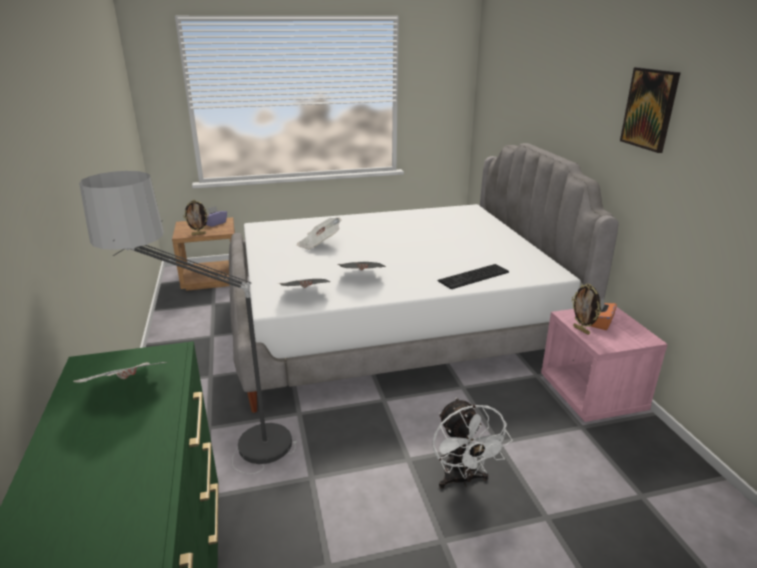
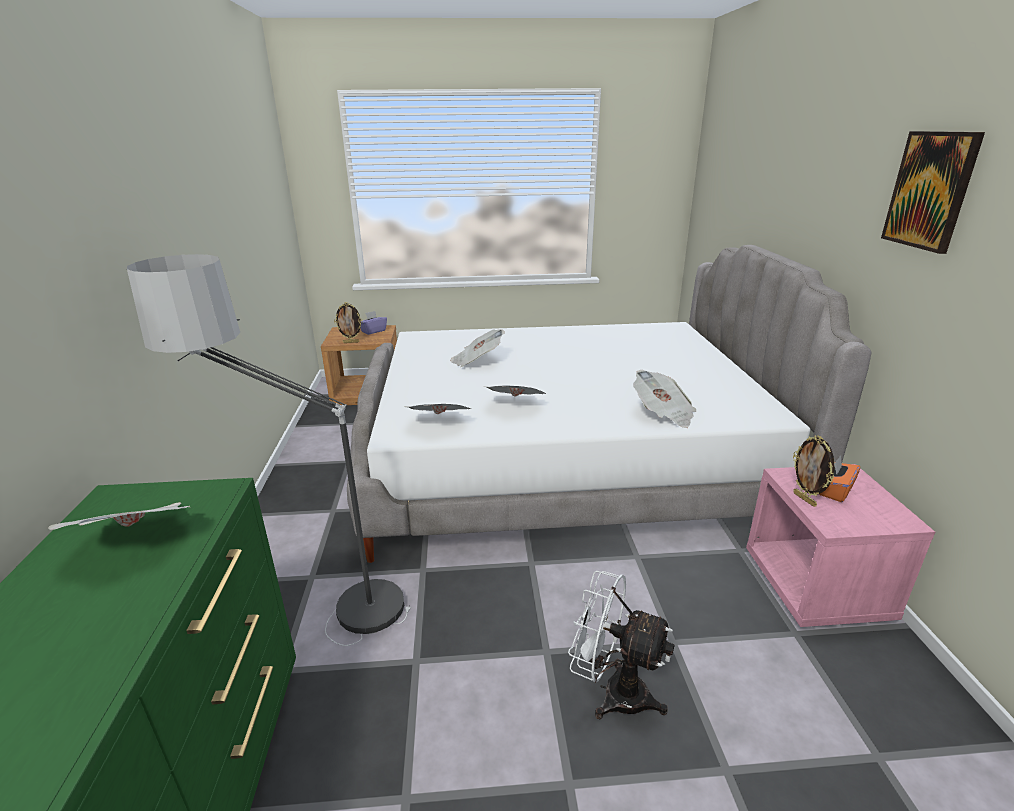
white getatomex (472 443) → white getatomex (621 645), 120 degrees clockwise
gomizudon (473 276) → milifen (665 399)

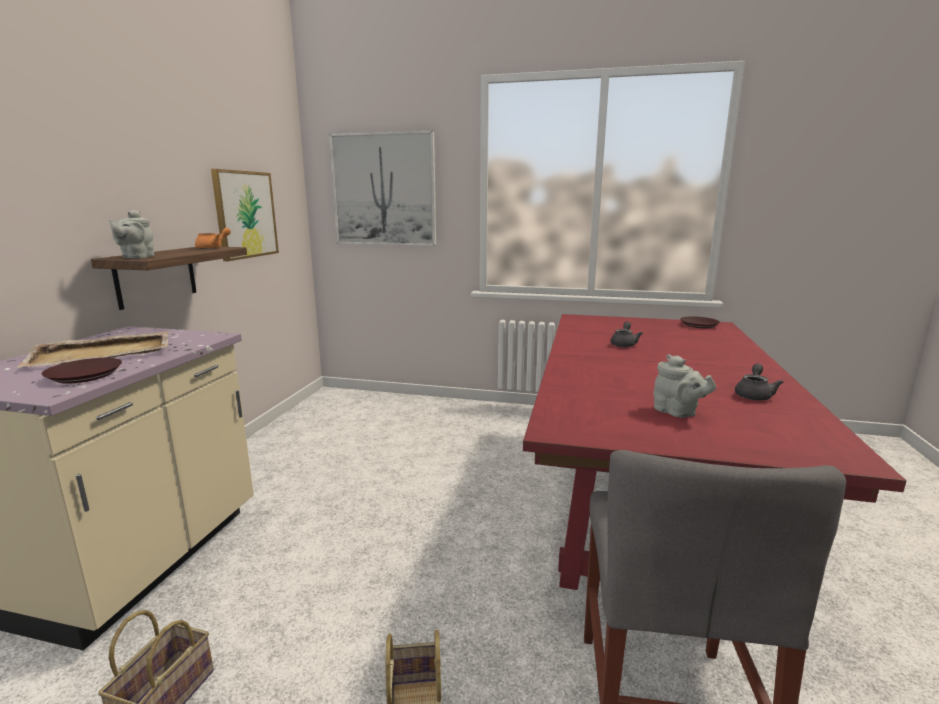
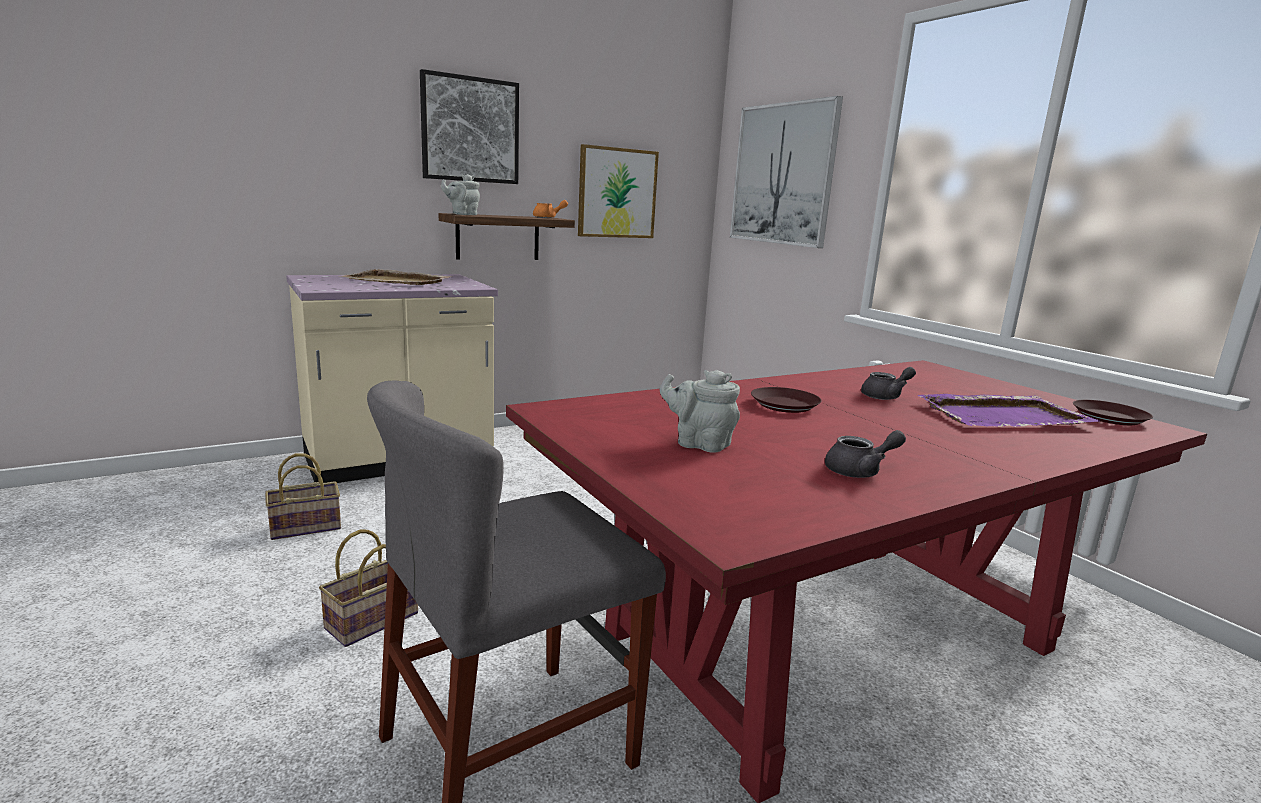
- → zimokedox (469 126)
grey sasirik (684 386) → grey sasirik (700 411), 105 degrees clockwise
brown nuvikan (81 371) → brown nuvikan (786 400), move
- → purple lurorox (1009 410)

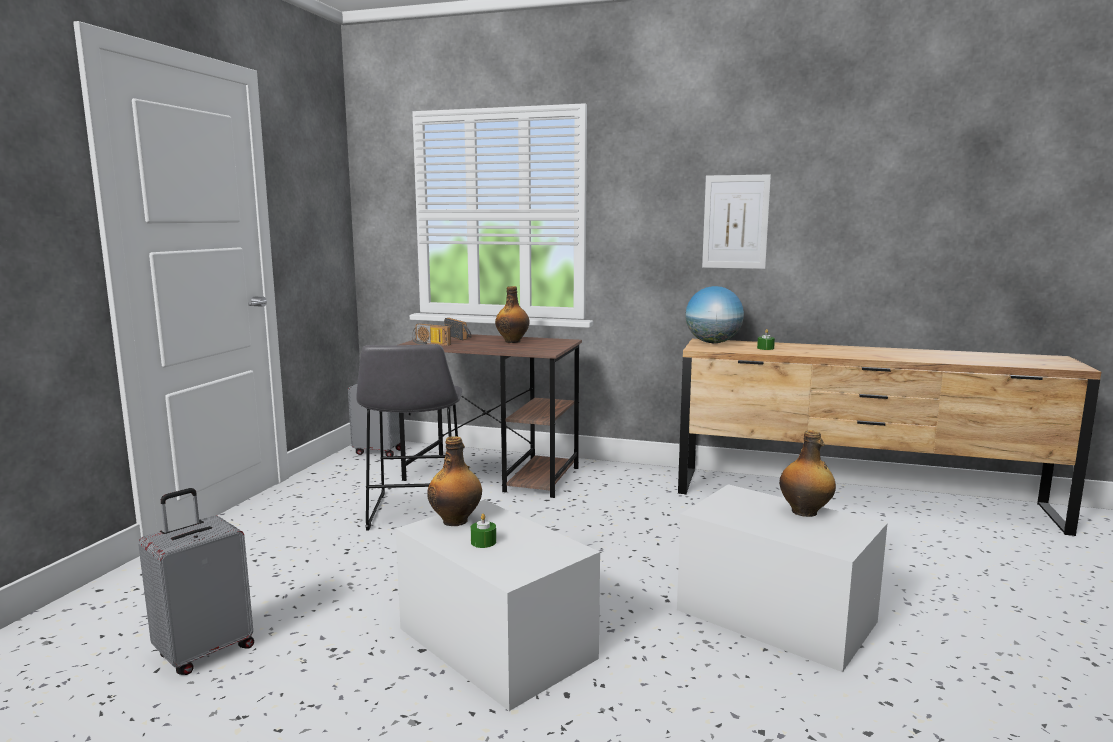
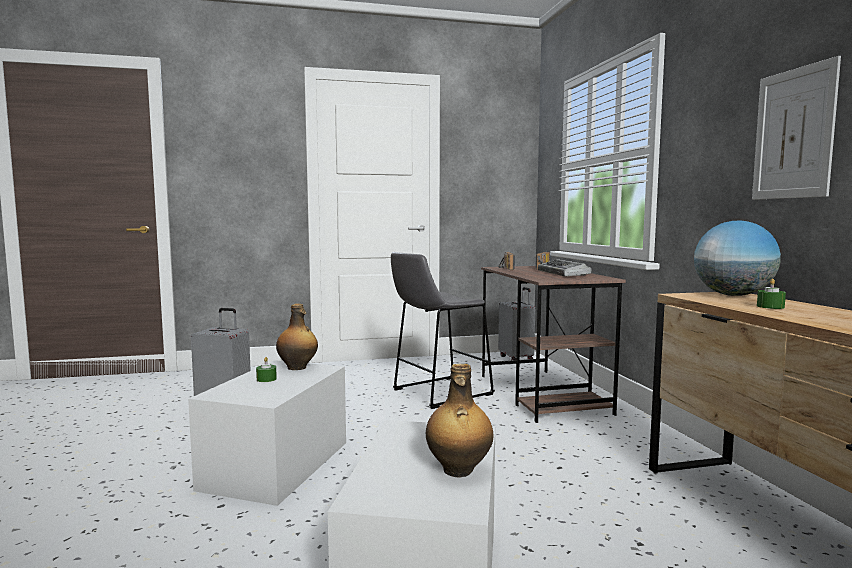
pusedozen (512 314) → gomizudon (565 268)

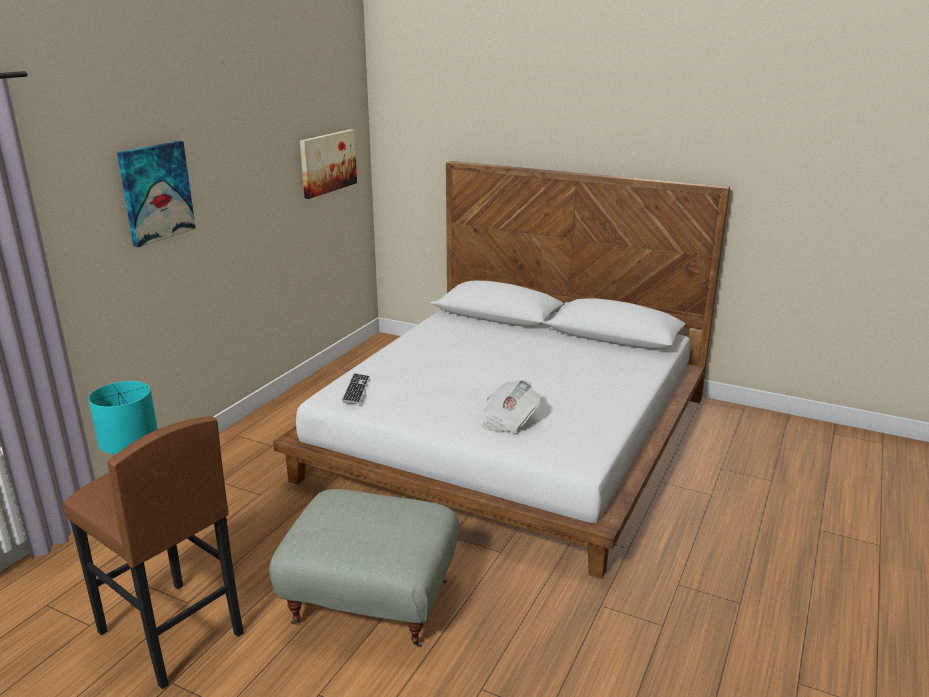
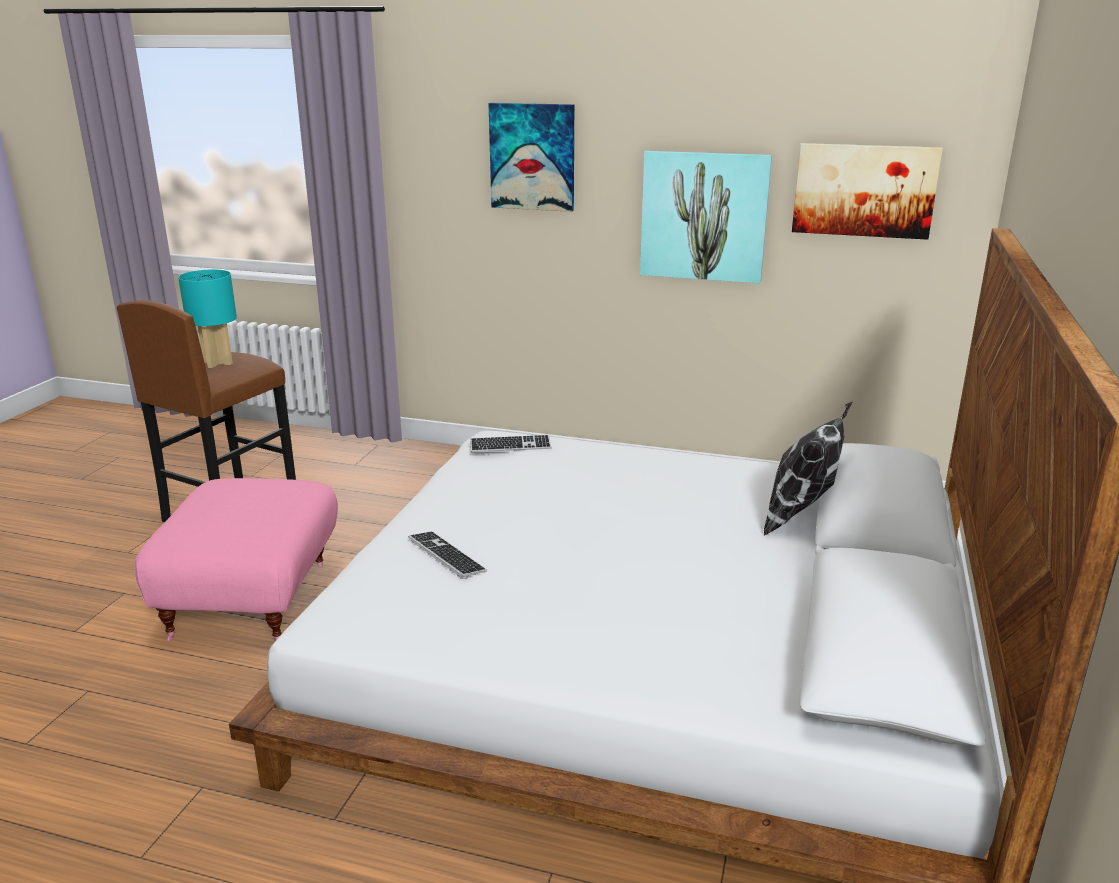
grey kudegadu (364 568) → pink kudegadu (236 560)
milifen (511 406) → gomizudon (447 555)
- → zimokedox (706 217)
- → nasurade (808 468)

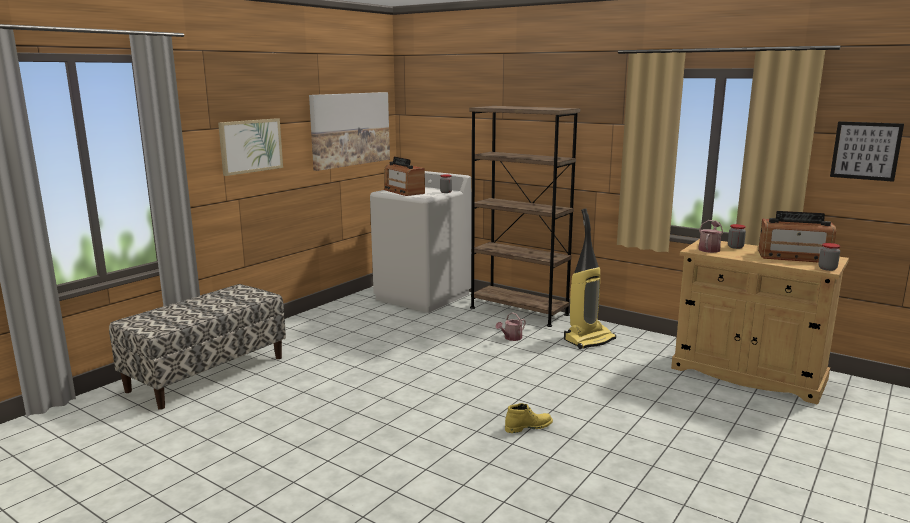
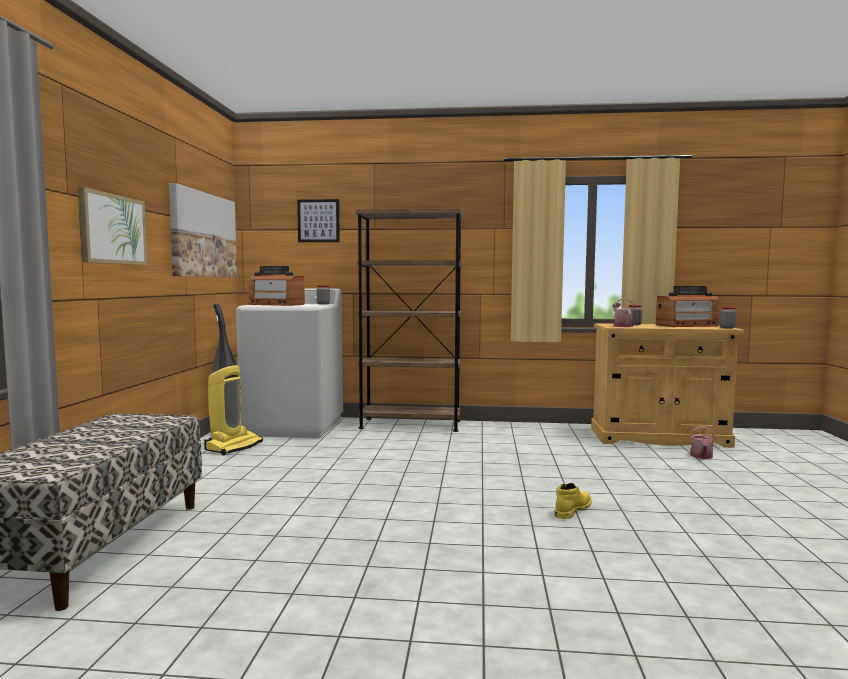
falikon (590 278) → falikon (233 379), move
zimokedox (867 151) → zimokedox (318 220), move
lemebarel (511 326) → lemebarel (702 442), move

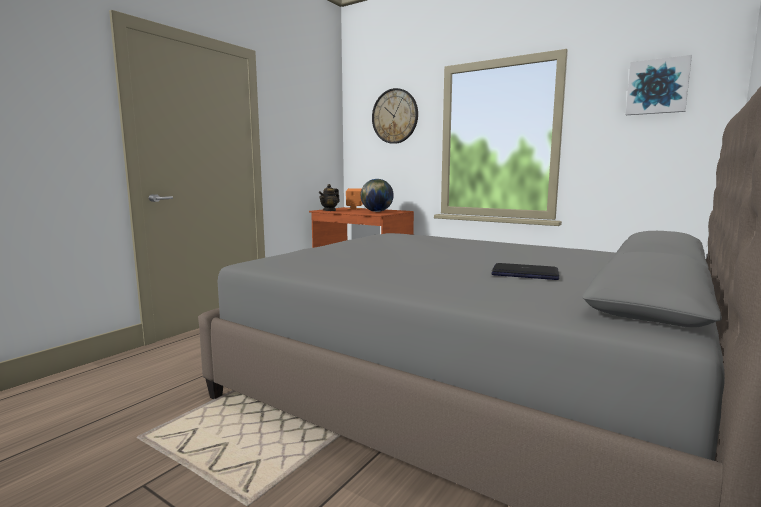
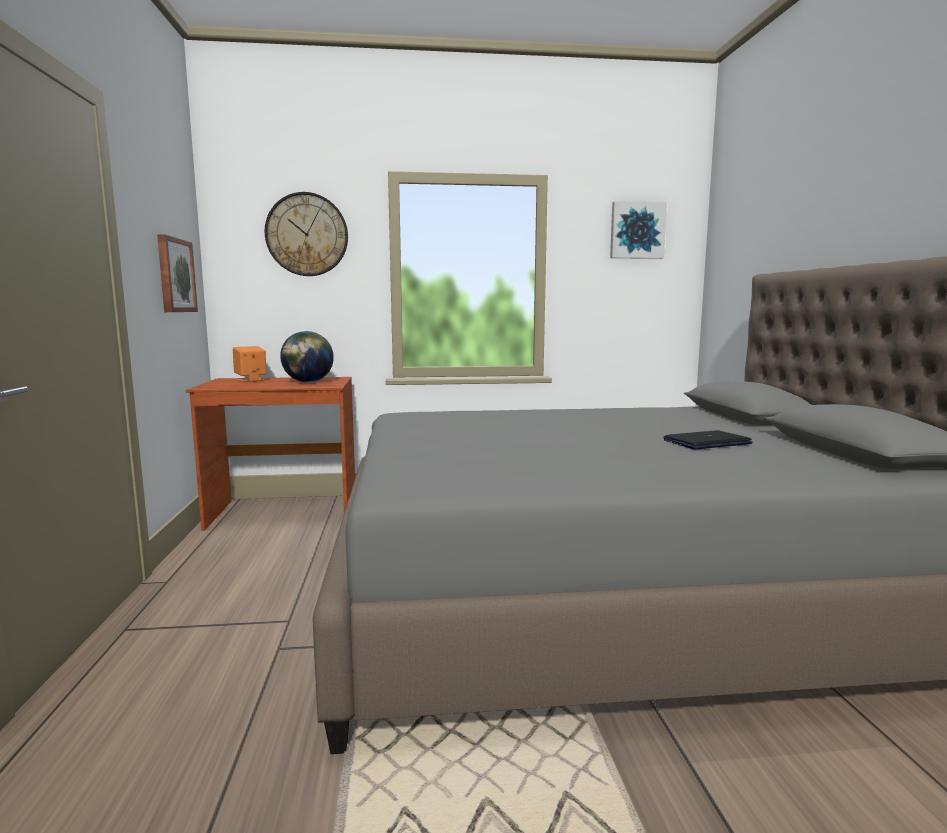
- → zimokedox (177 273)
sasirik (329 197) → -

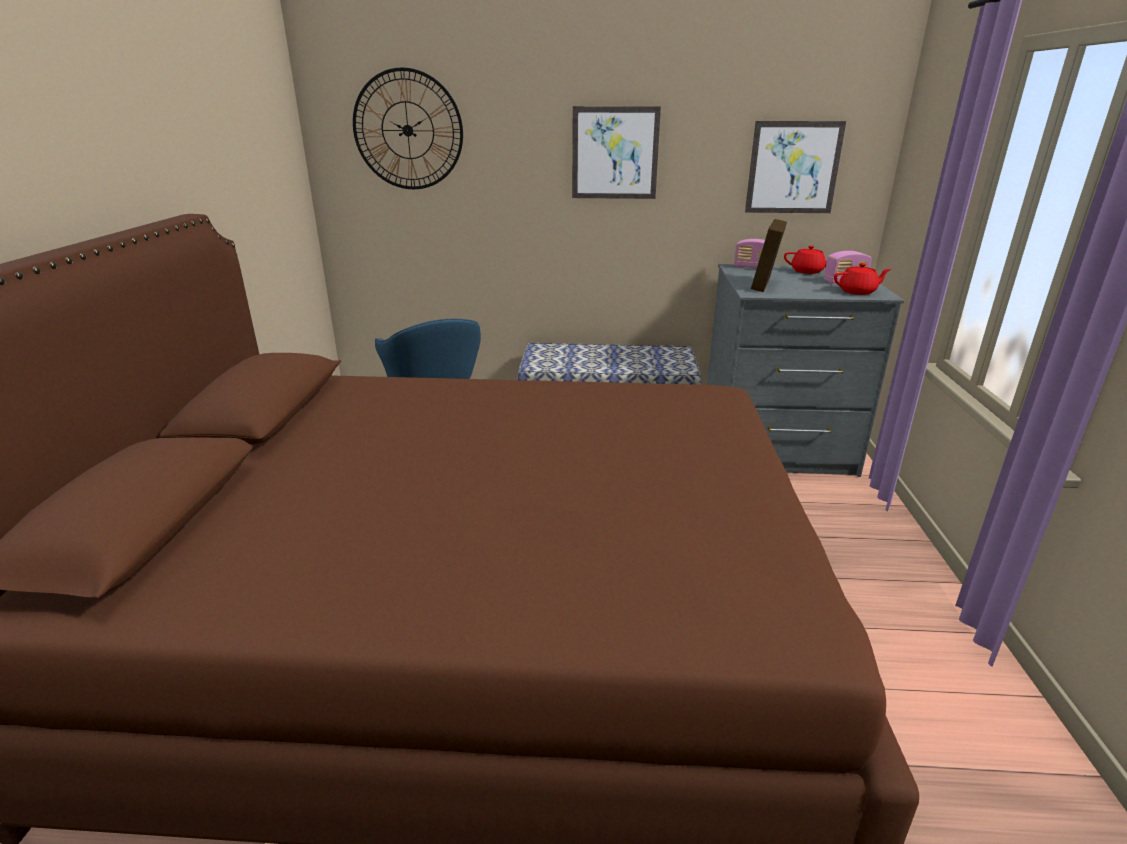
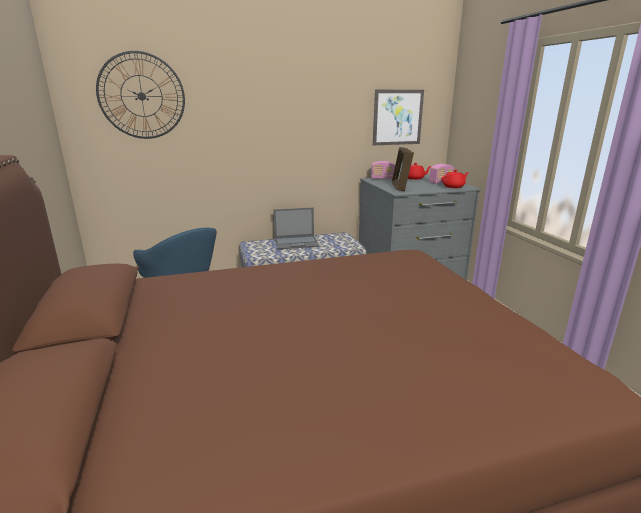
- → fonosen (296 229)
zimokedox (616 152) → -

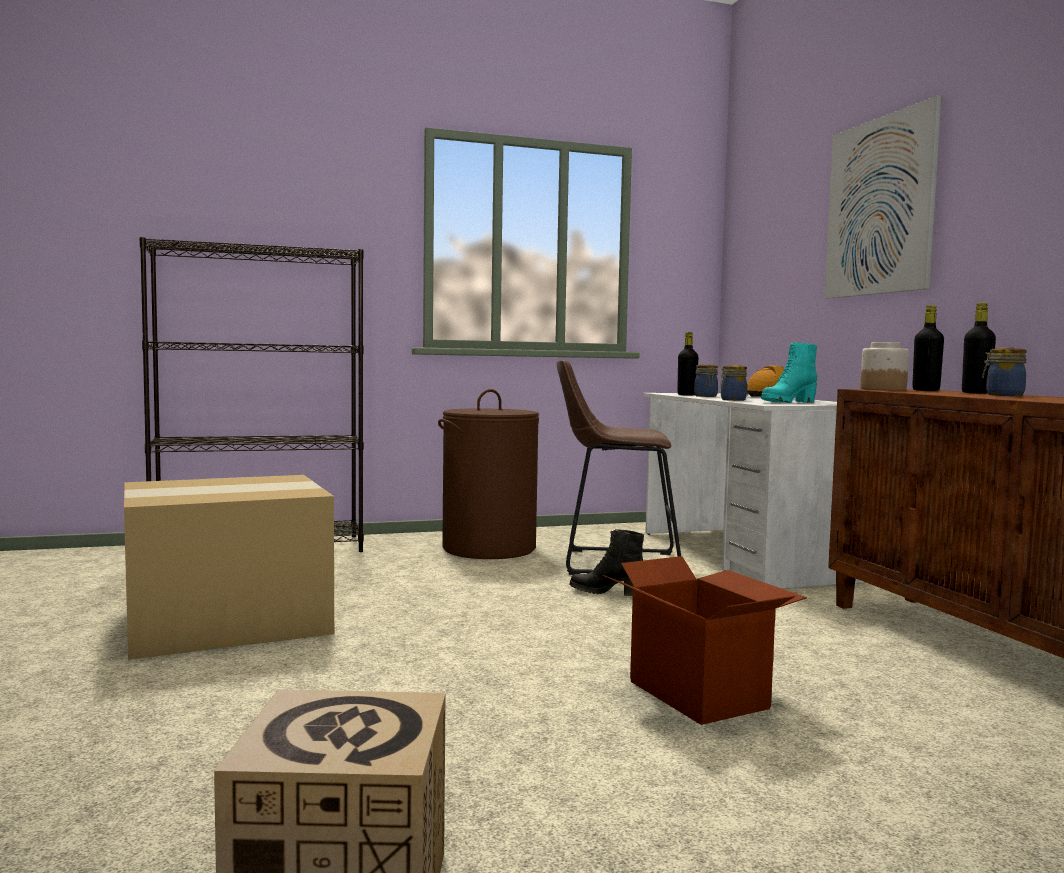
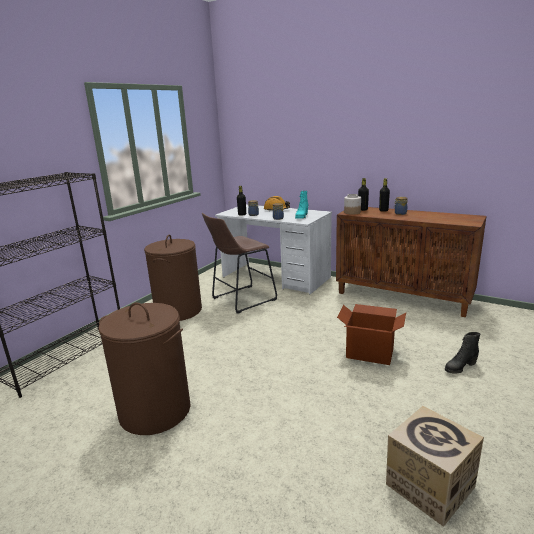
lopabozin (229 567) → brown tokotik (144 369)
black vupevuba (607 563) → black vupevuba (462 353), move
zimokedox (883 197) → -

